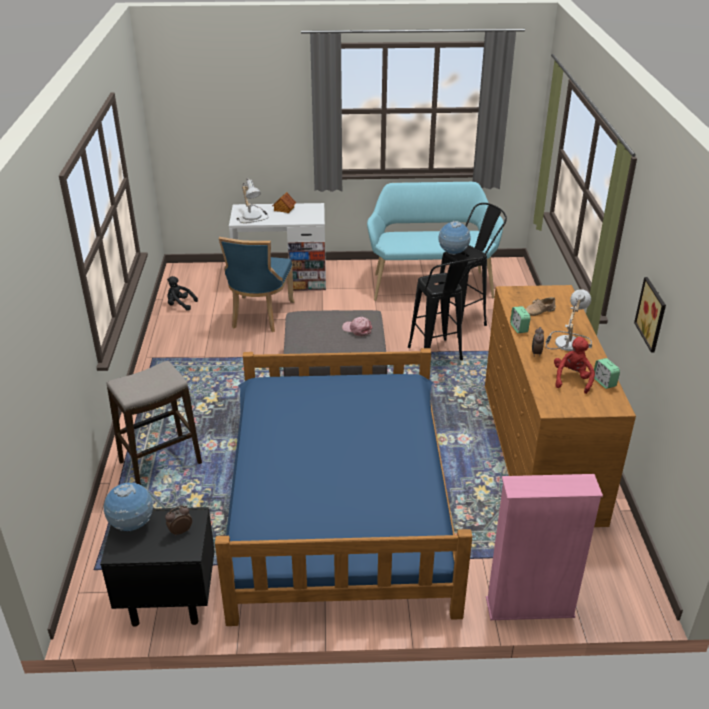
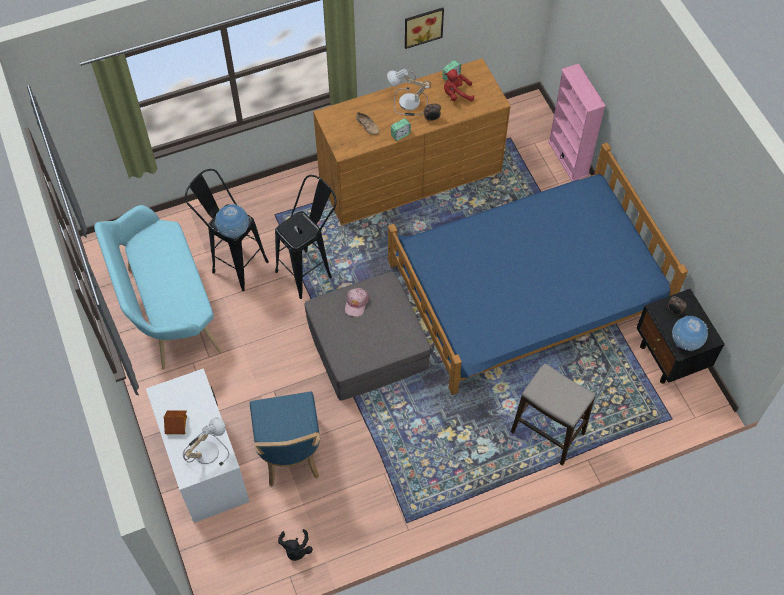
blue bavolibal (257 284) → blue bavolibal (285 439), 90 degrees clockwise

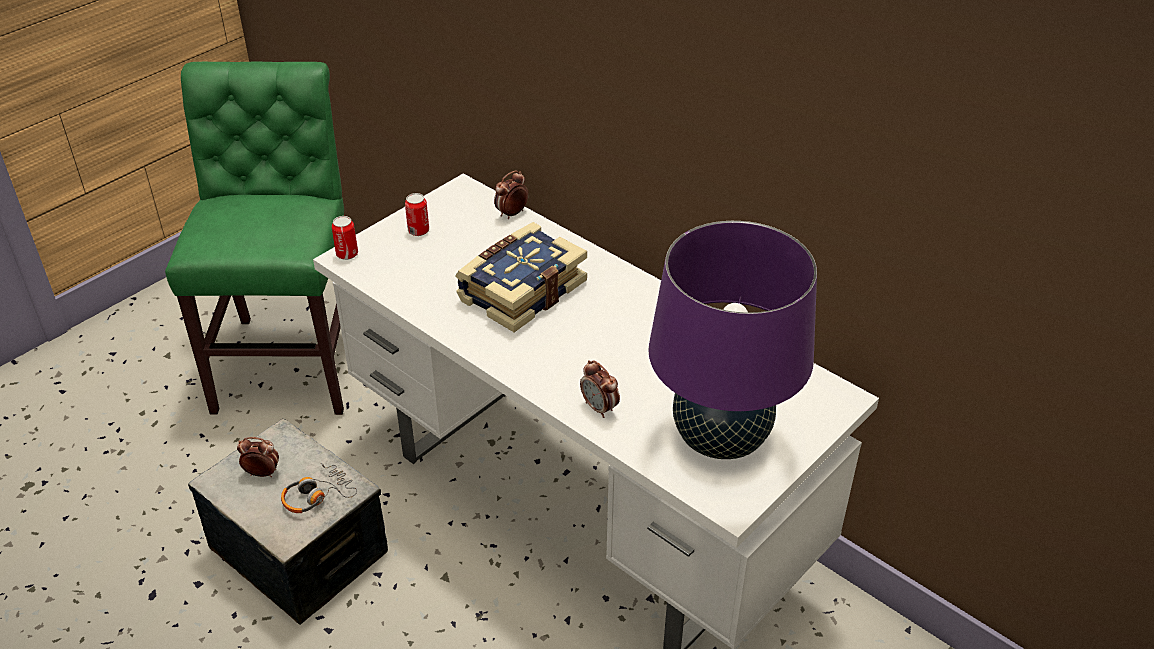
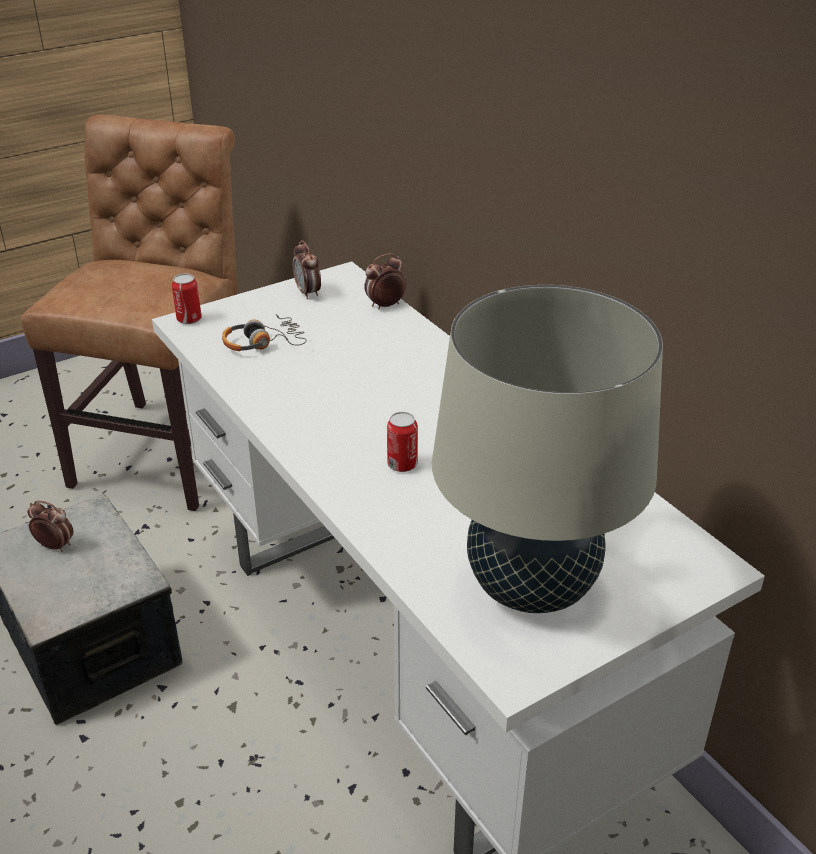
green bavolibal (254 238) → brown bavolibal (129 313)
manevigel (319 488) → manevigel (264 332), move
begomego (600 389) → begomego (307 269), move
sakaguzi (417 214) → sakaguzi (402 442), move
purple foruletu (732 340) → beige foruletu (547 449)
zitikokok (521 277) → -

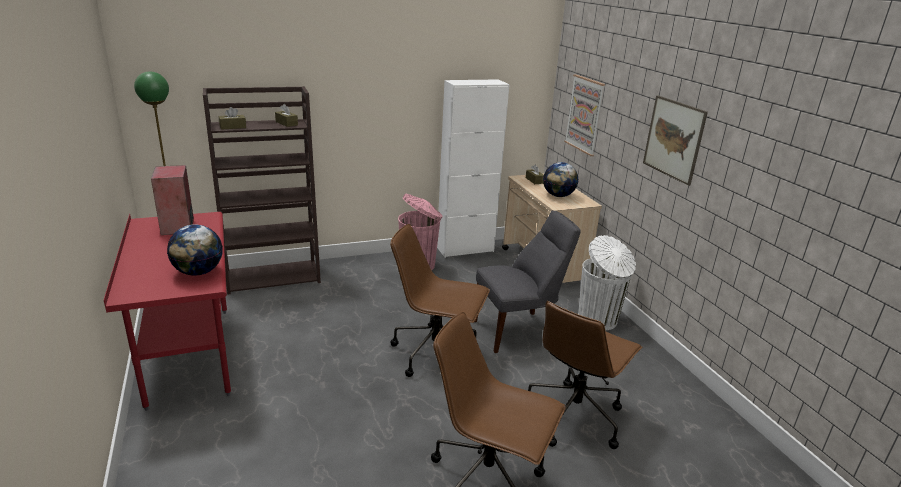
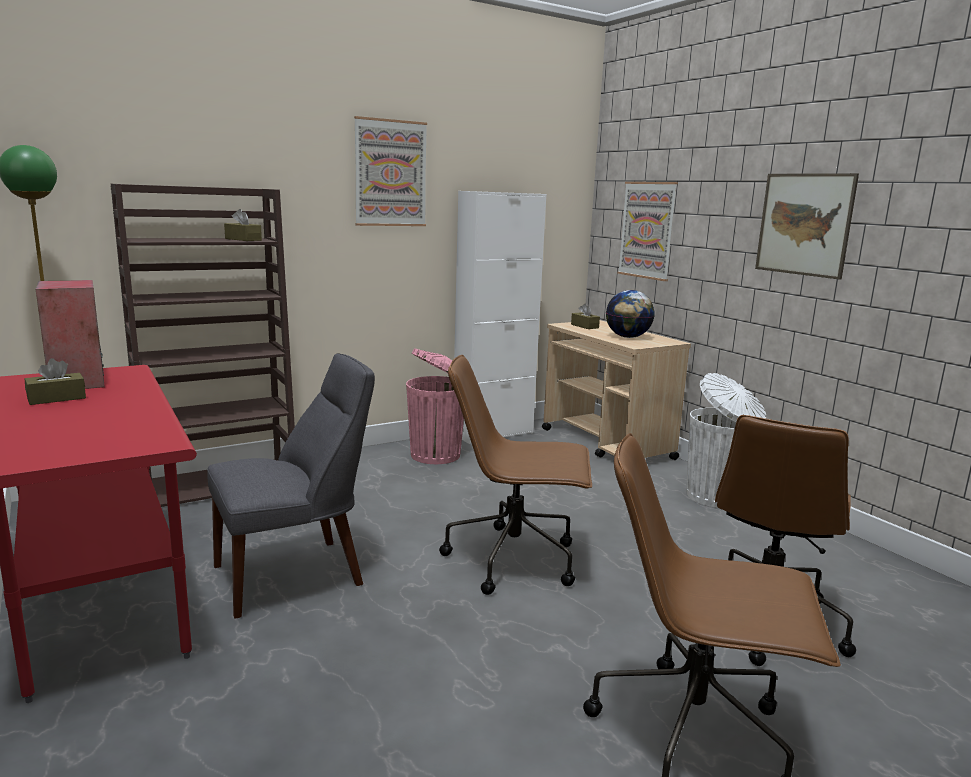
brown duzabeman (232 118) → brown duzabeman (55 381), move
grey bavolibal (527 281) → grey bavolibal (291 486), move
- → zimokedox (390 171)
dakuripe (195 249) → -

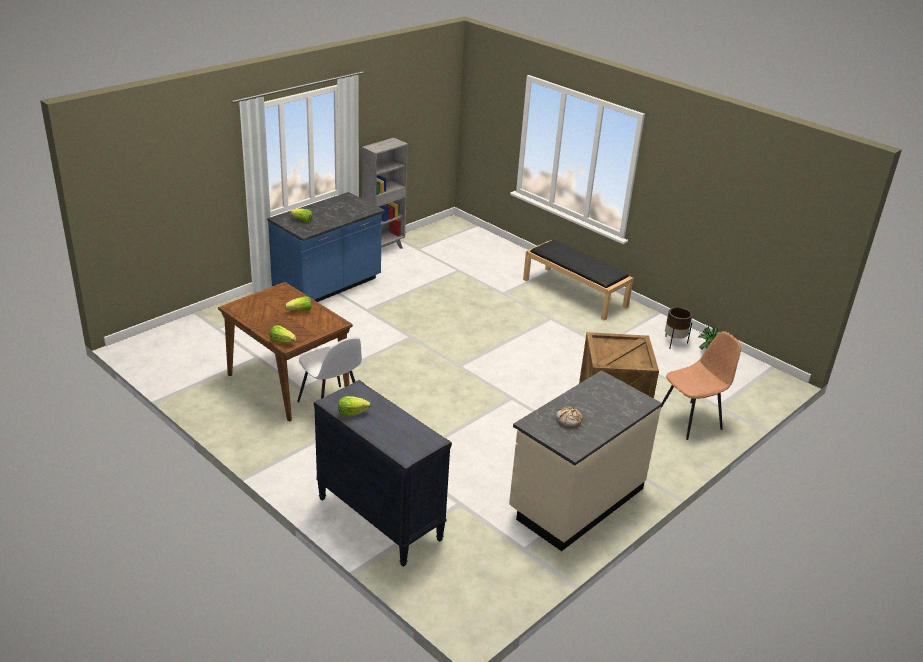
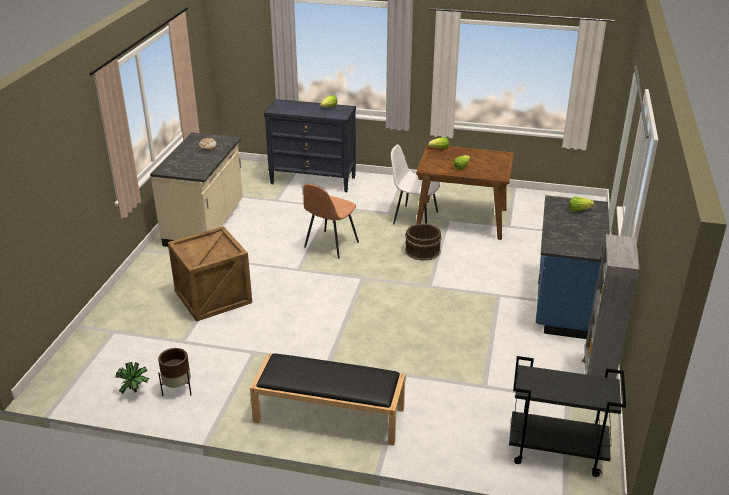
brown bavolibal (701 385) → brown bavolibal (331 221), move
- → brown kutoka (423 242)
- → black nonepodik (567 416)

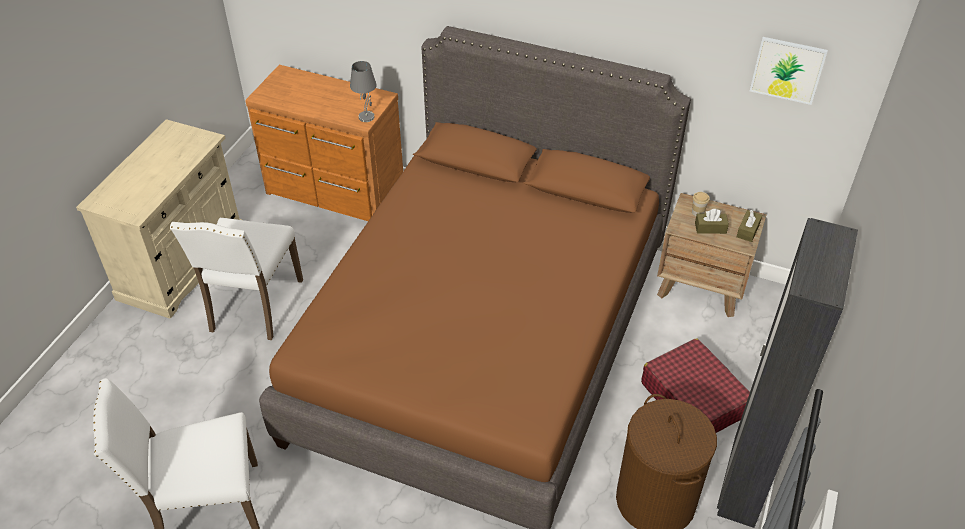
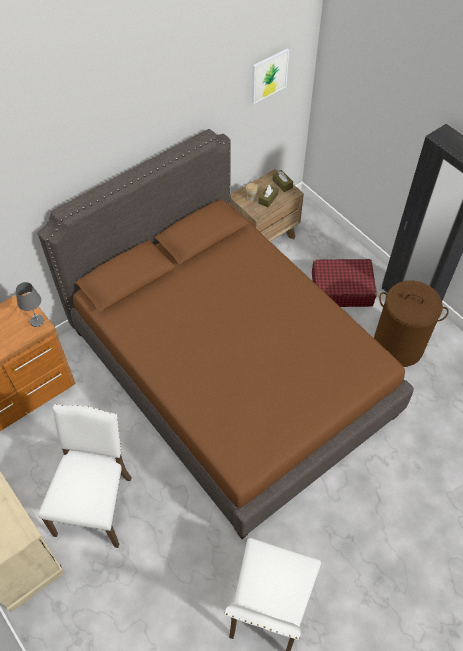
white bavolibal (236 279) → white bavolibal (85 476), 120 degrees counterclockwise

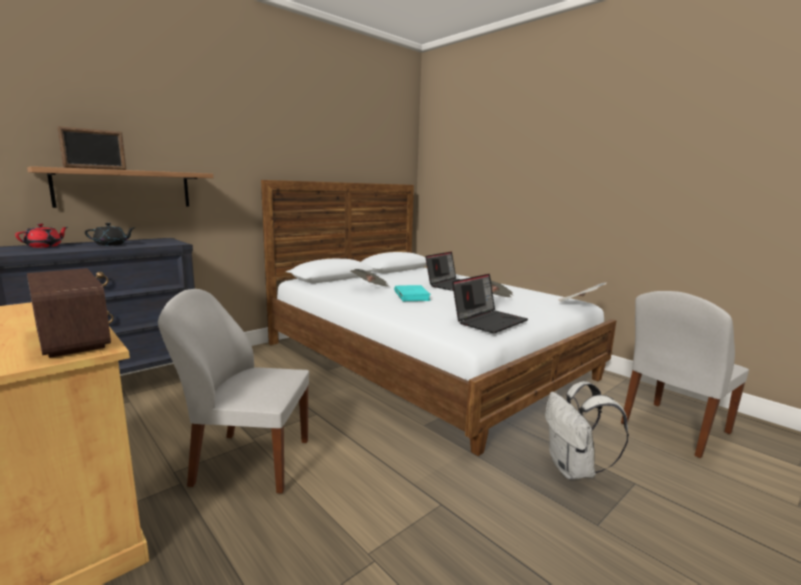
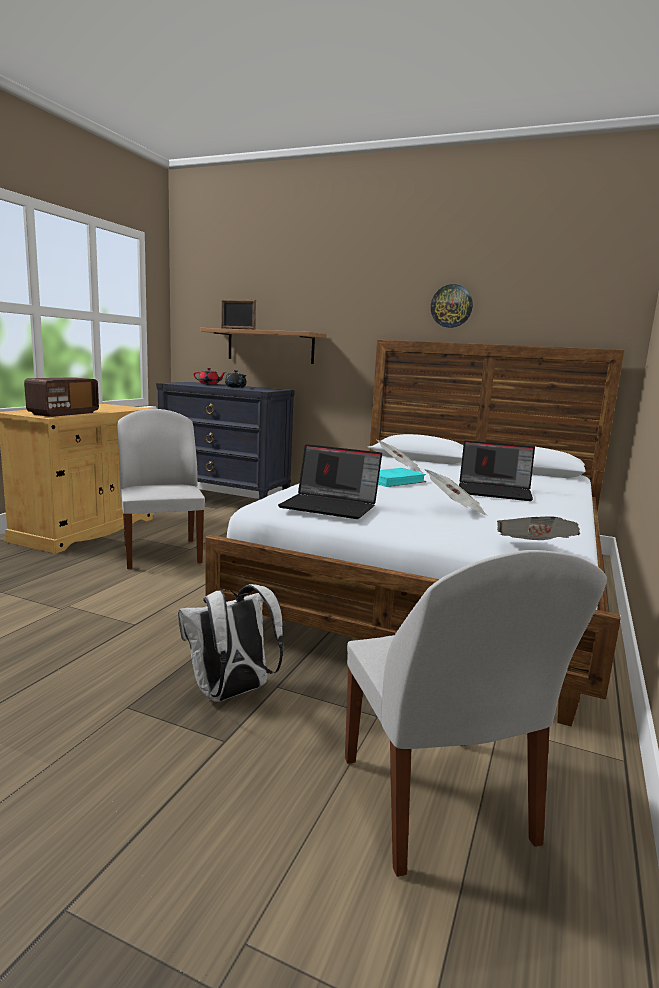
white bavolibal (685 374) → white bavolibal (476 713), 135 degrees counterclockwise
- → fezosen (452 306)

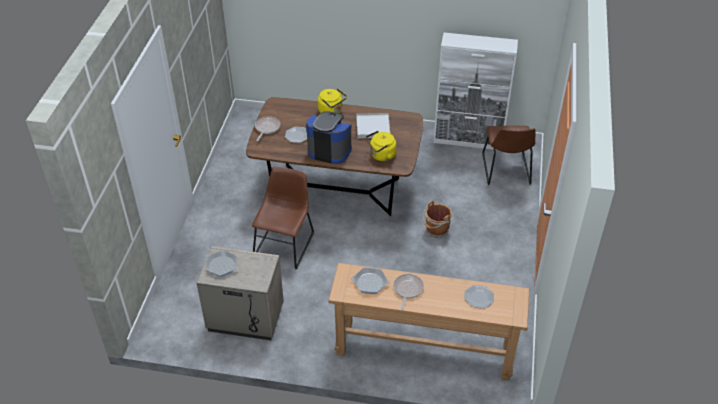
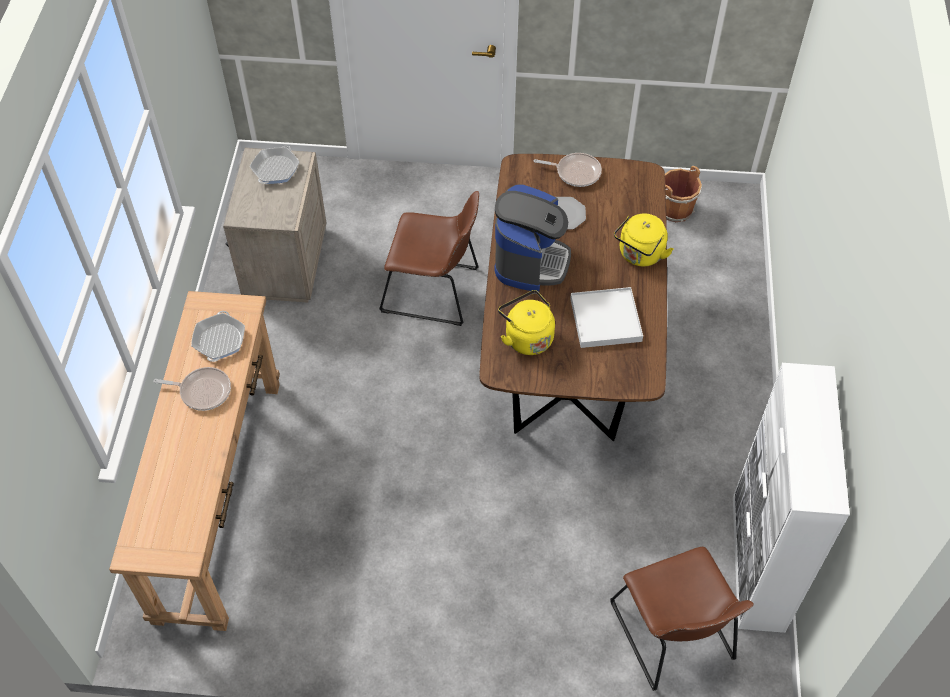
brown bavolibal (509 155) → brown bavolibal (682 619), 105 degrees counterclockwise
brown kutoka (438 219) → brown kutoka (683 194), move
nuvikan (479 297) → -

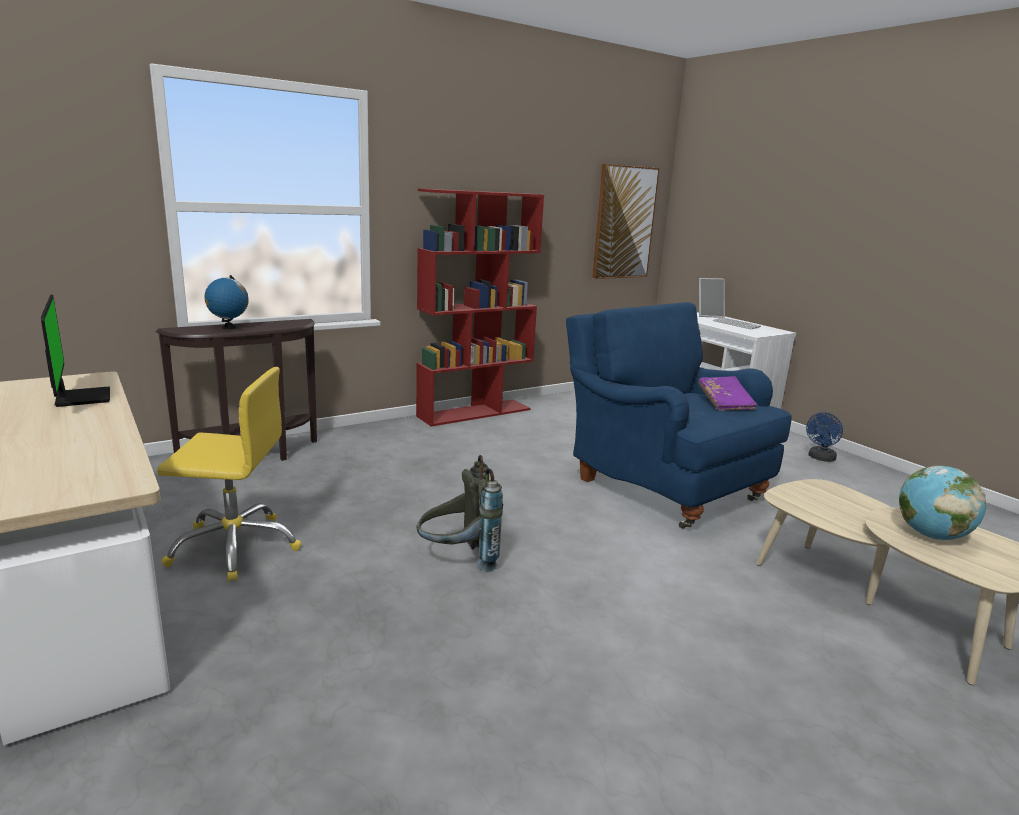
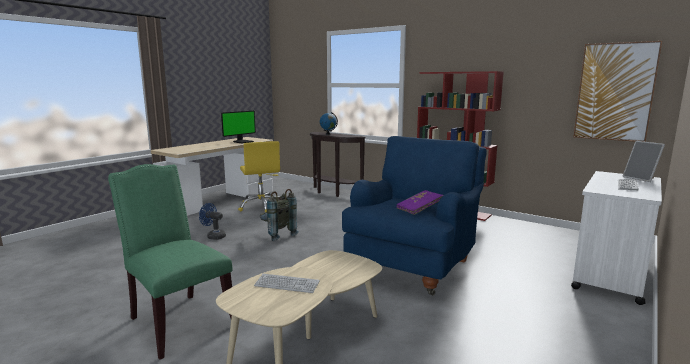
- → green bavolibal (170 261)
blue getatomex (824 437) → blue getatomex (212 221), move
dakuripe (942 503) → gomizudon (287 283)

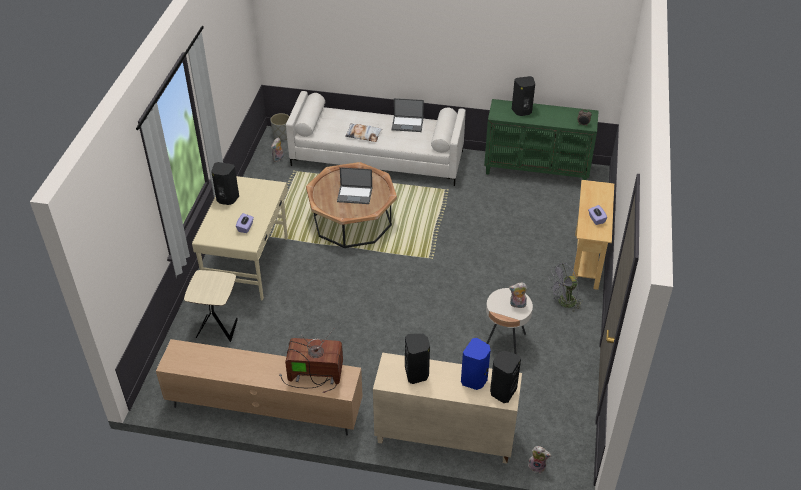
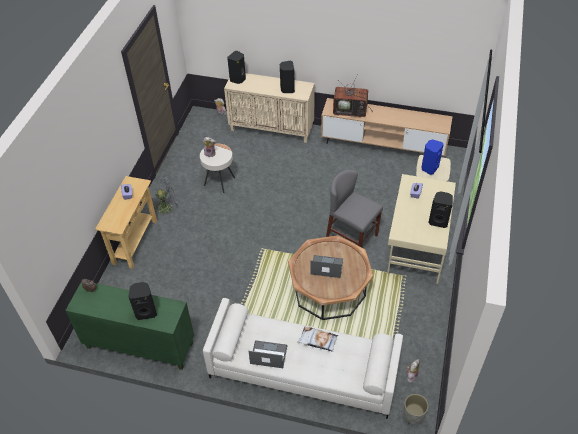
- → grey bavolibal (354 208)
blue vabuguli (476 364) → blue vabuguli (433 157), move

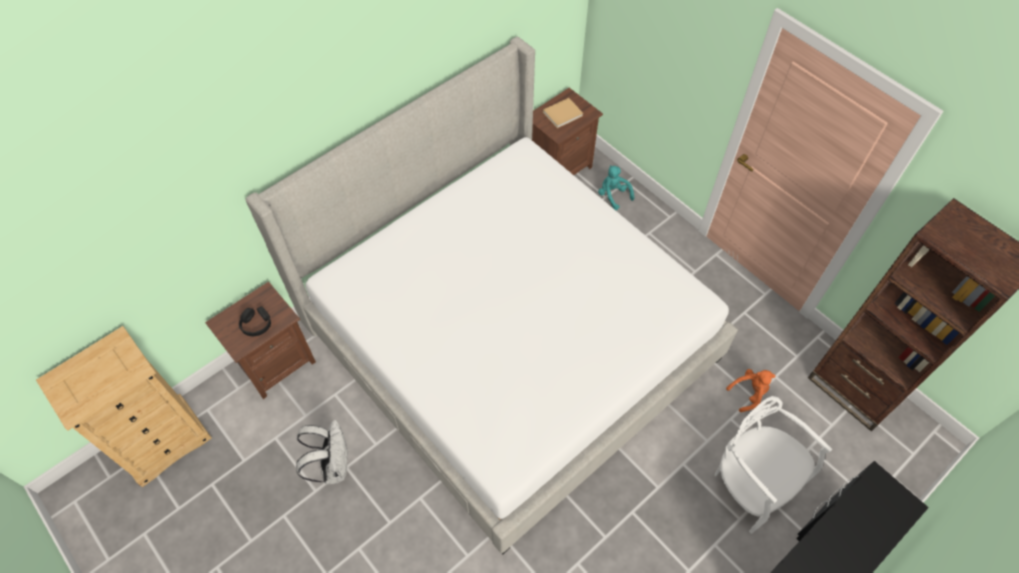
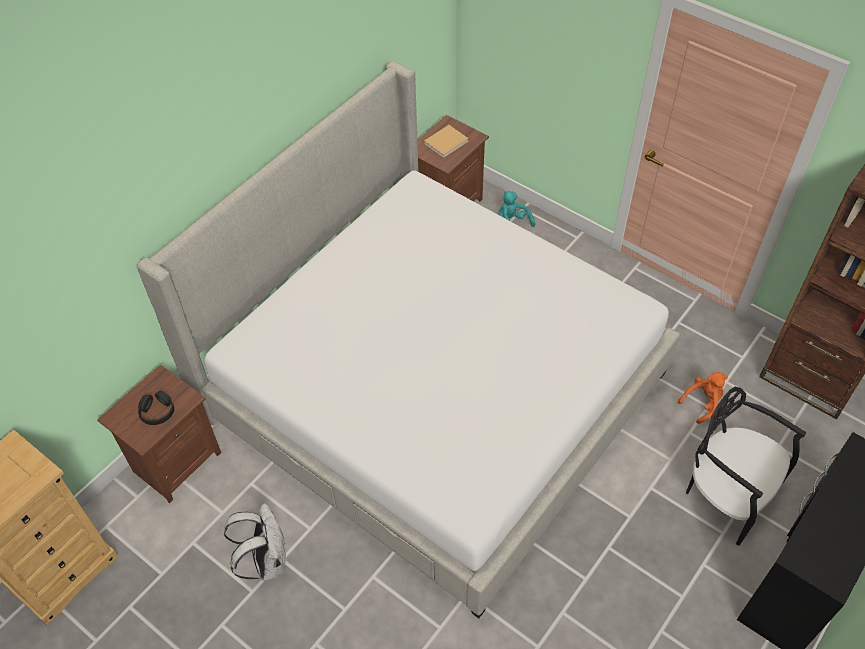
white bavolibal (773 465) → black bavolibal (746 466)

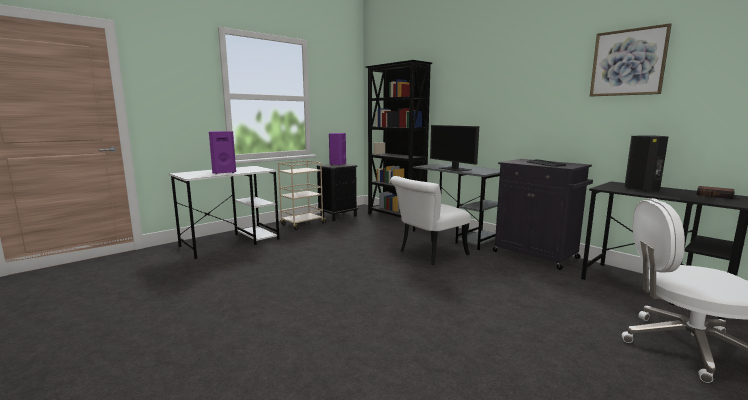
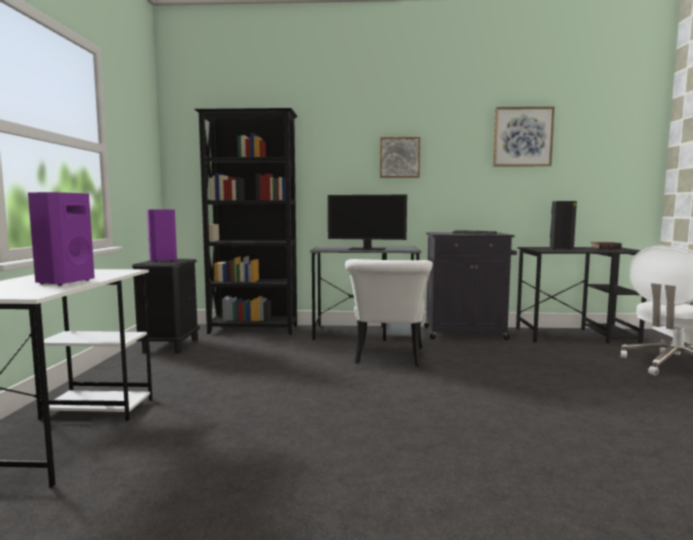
- → zimokedox (400 157)
beige nonepodik (303 195) → -

